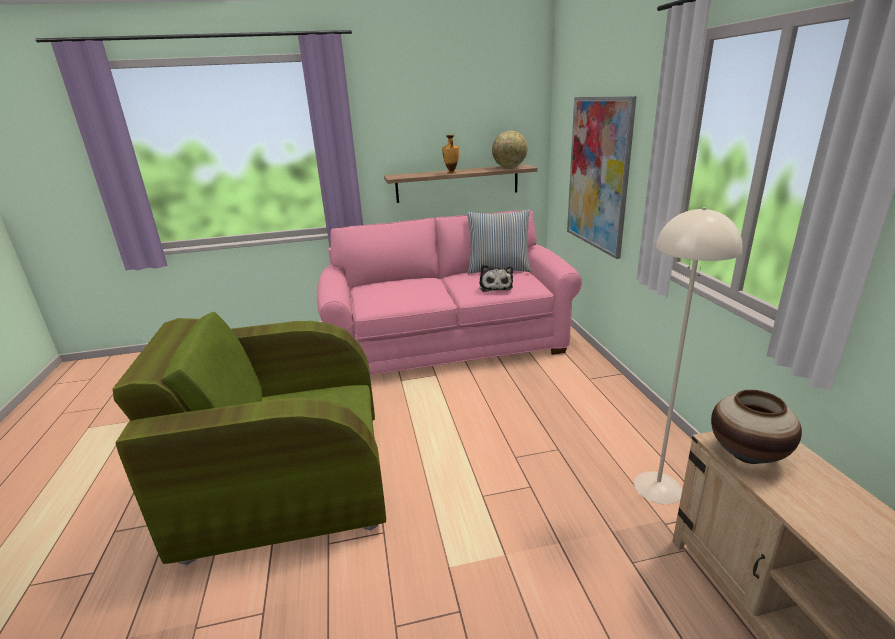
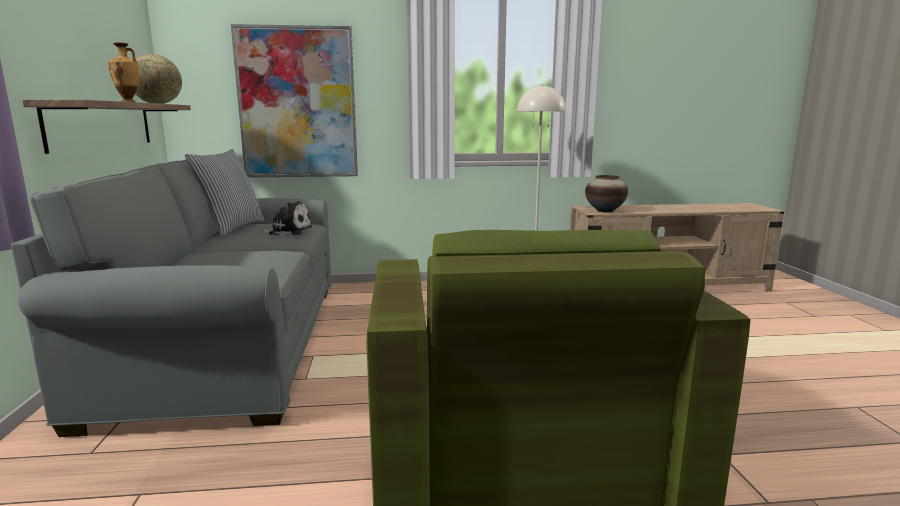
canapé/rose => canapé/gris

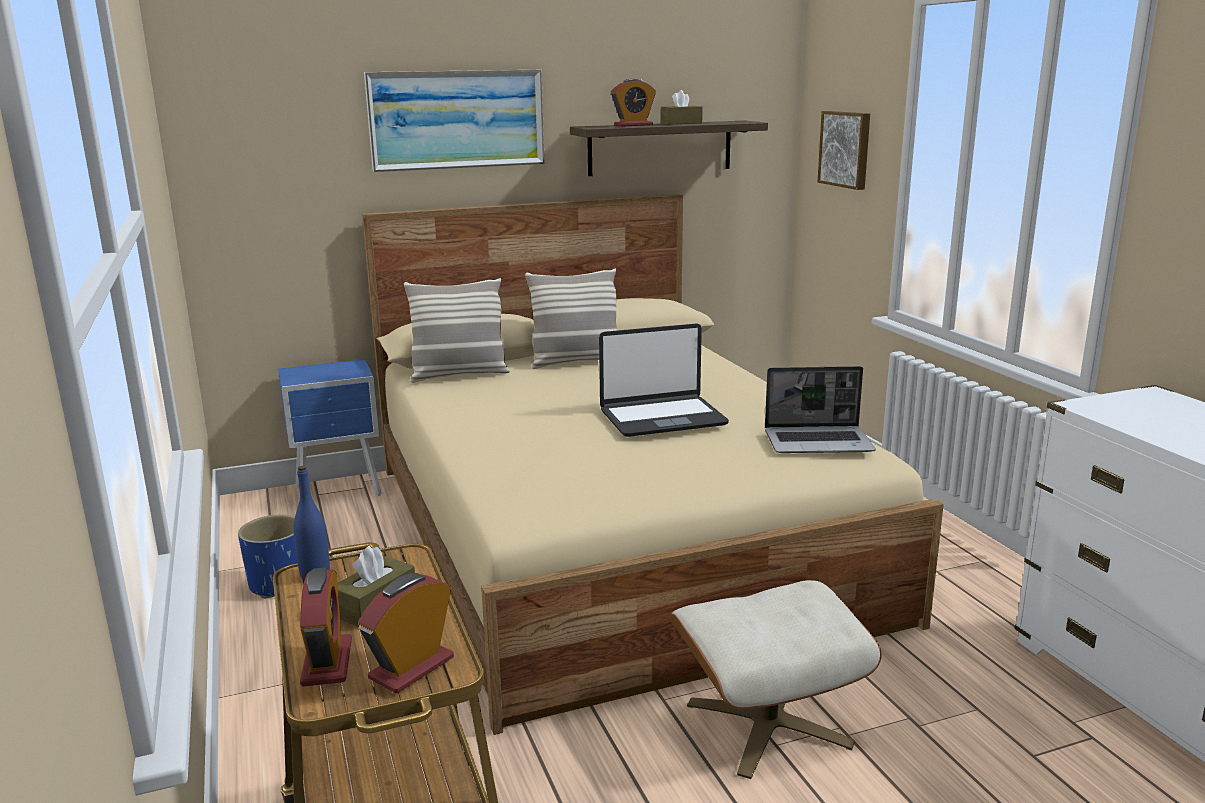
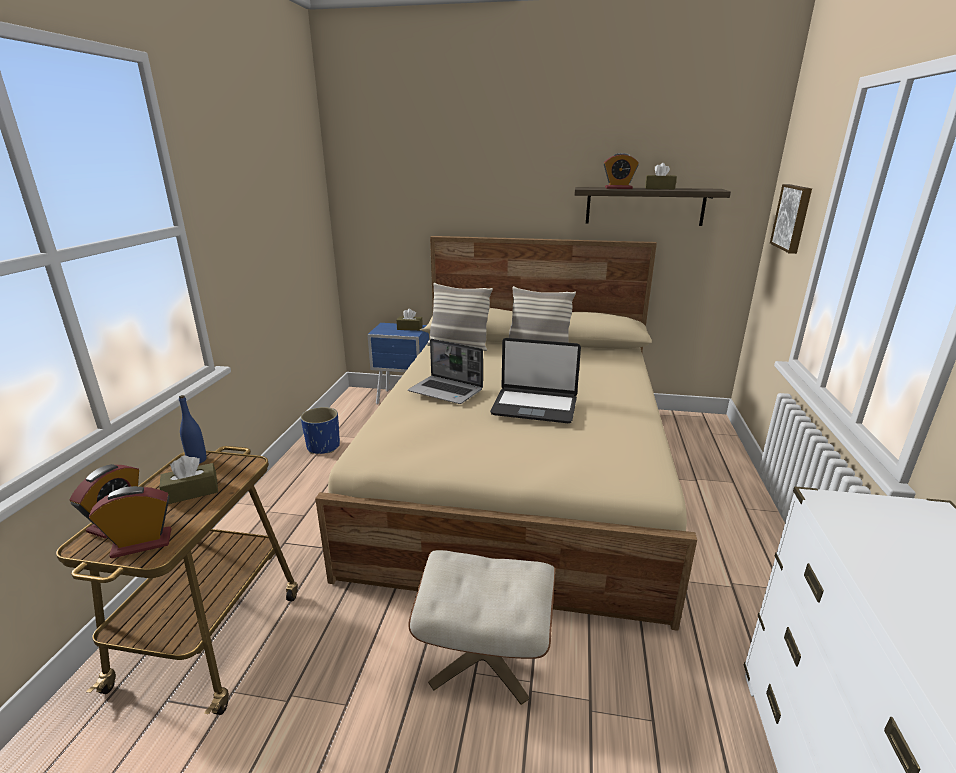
tableau (no. 1 from left) => nothing
ordinateur portable (no. 2 from left in the first image) => ordinateur portable (no. 1 from left), relocated
nothing => boîte à mouchoirs/marron (no. 2 from left)

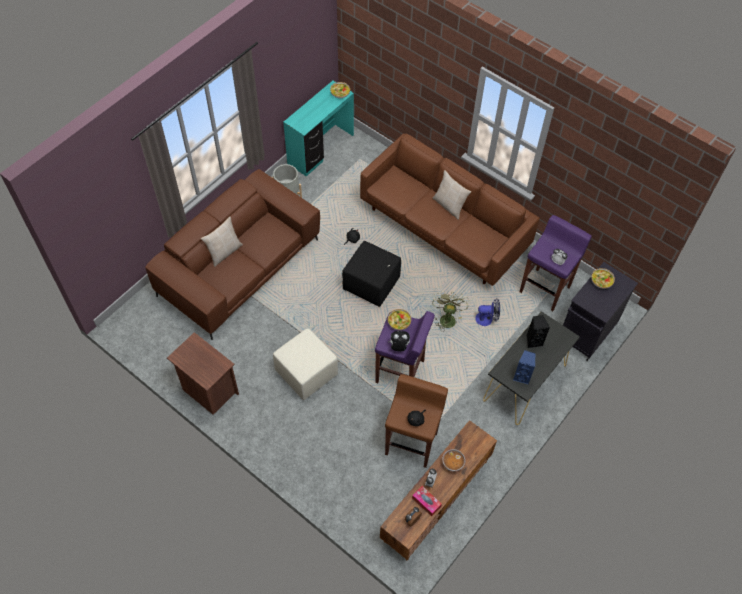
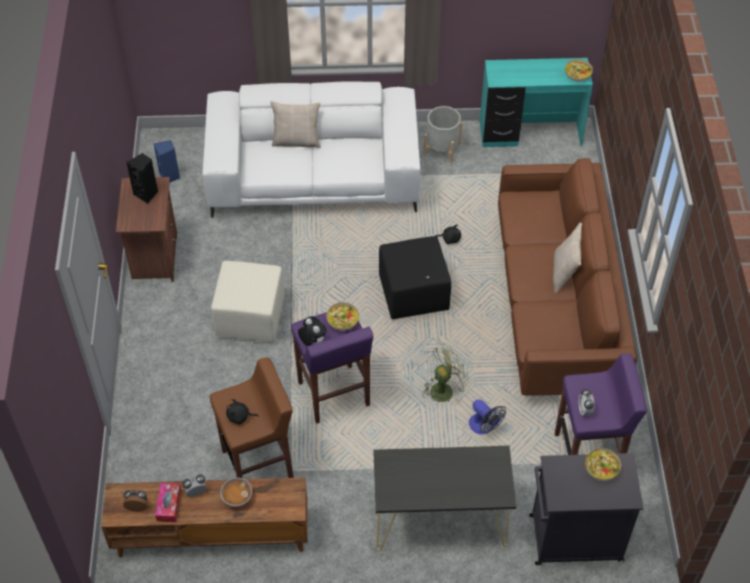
canapé/marron (no. 1 from left) => canapé/blanc
enceinte/noir, relocated
enceinte/bleu, relocated

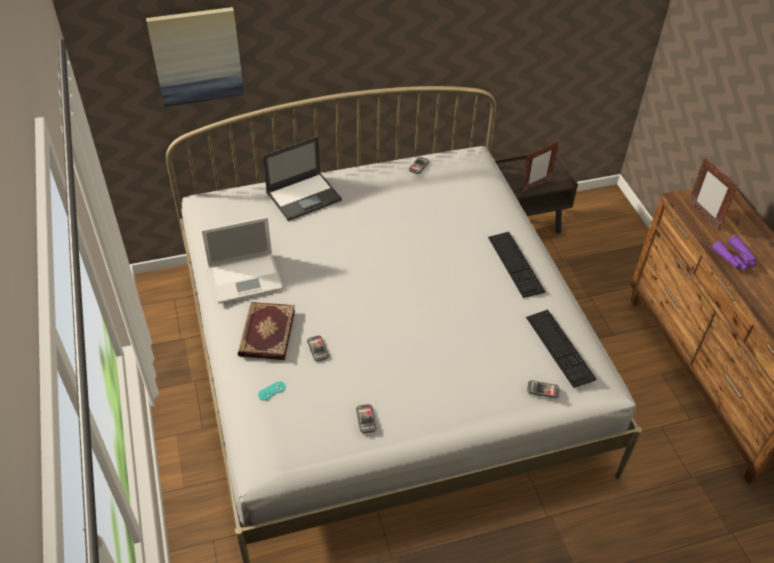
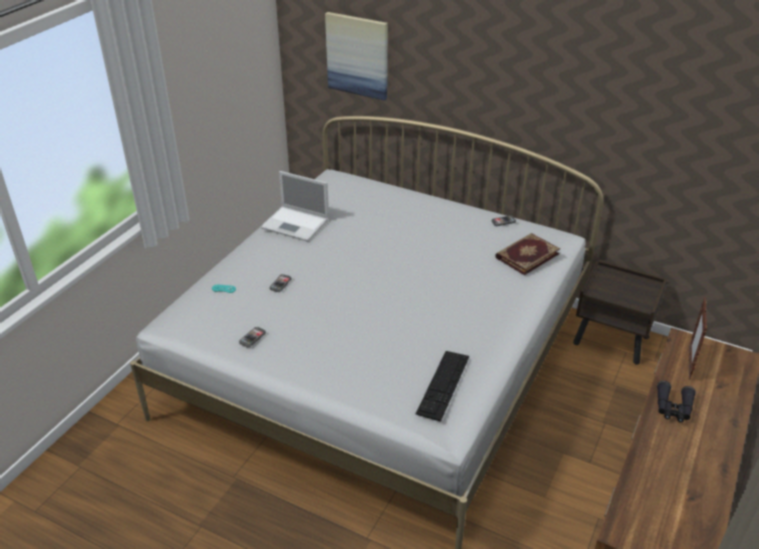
ordinateur portable (no. 2 from left) => nothing
cadre photo (no. 1 from left) => nothing
clavier (no. 1 from left) => nothing
jumelles/violet => jumelles/noir
livre, relocated
téléphone (no. 4 from left) => nothing

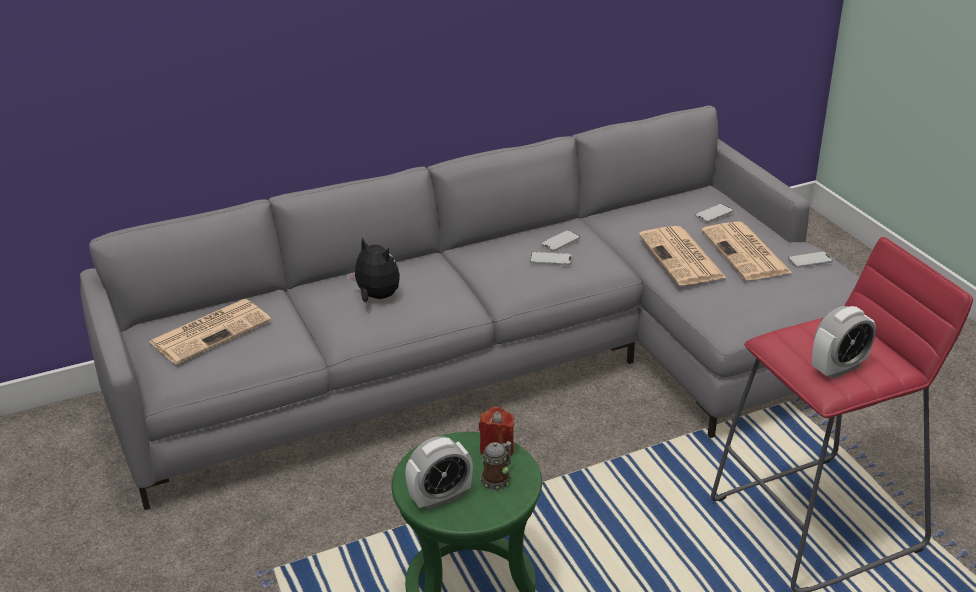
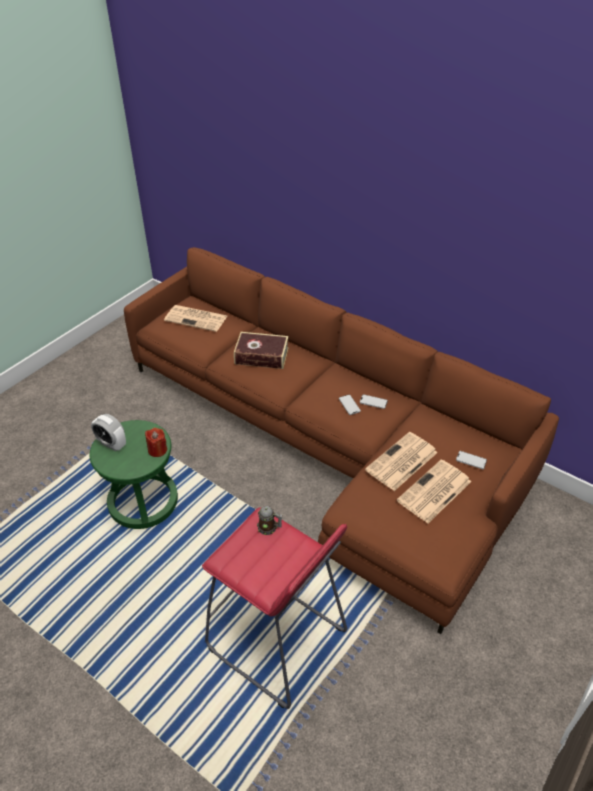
canapé/gris => canapé/marron
peluche => livre
téléphone (no. 4 from left) => nothing
réveil (no. 2 from left) => nothing
mug, relocated

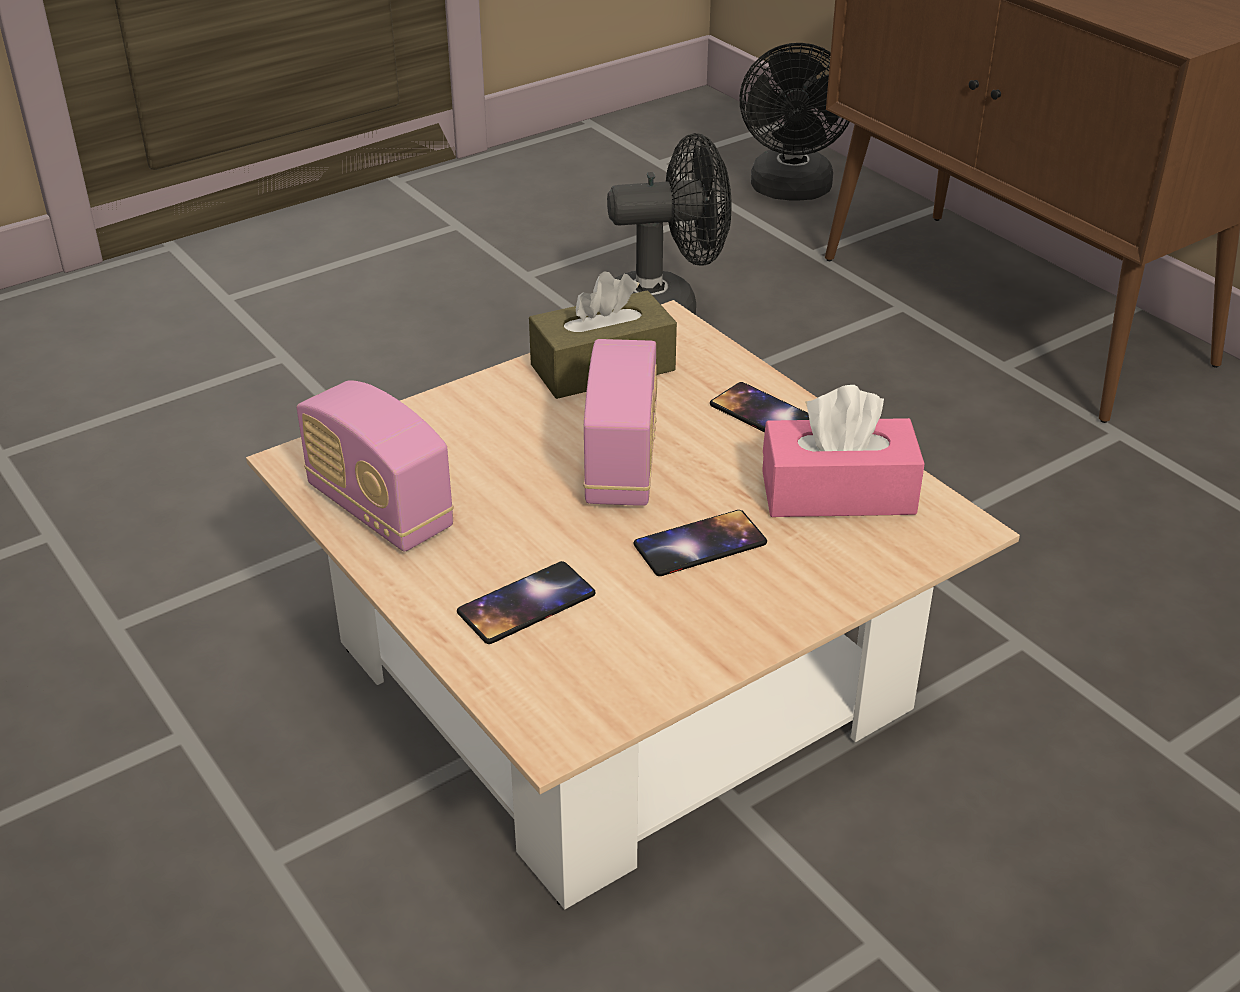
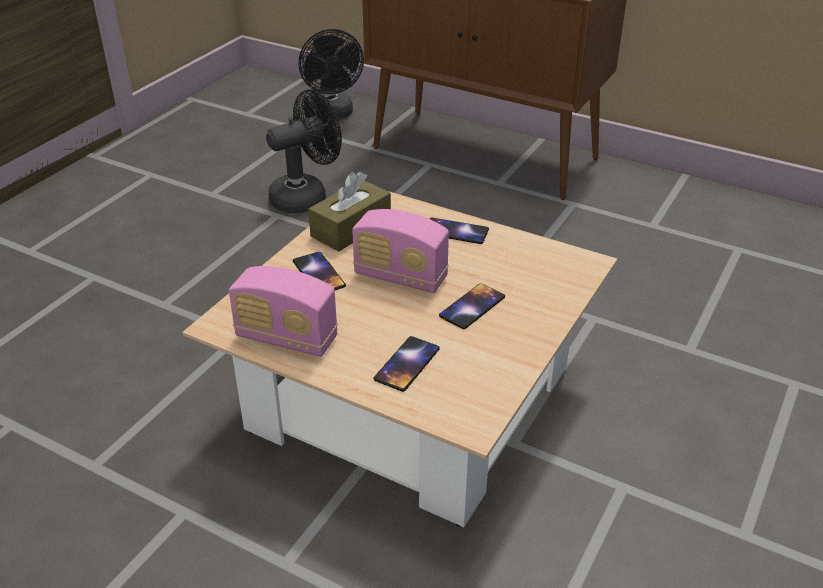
radio (no. 2 from left), 135 degrees clockwise
boîte à mouchoirs/rose => nothing
nothing => téléphone (no. 1 from left)

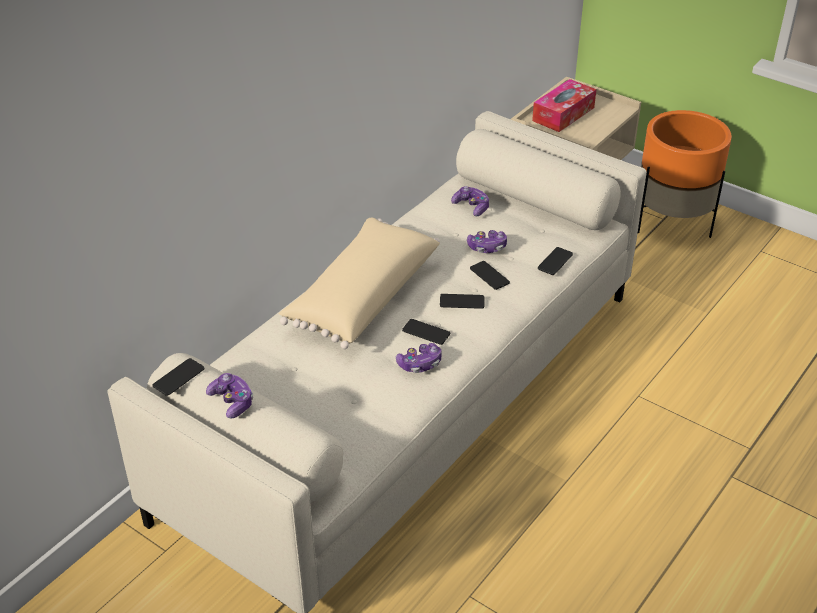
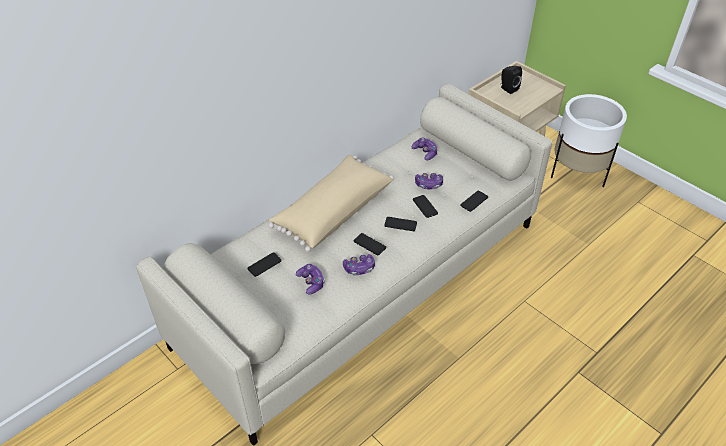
boîte à mouchoirs => enceinte/noir
cache-pot/orange => cache-pot/blanc
téléphone (no. 1 from left), relocated
manette (no. 1 from left), relocated

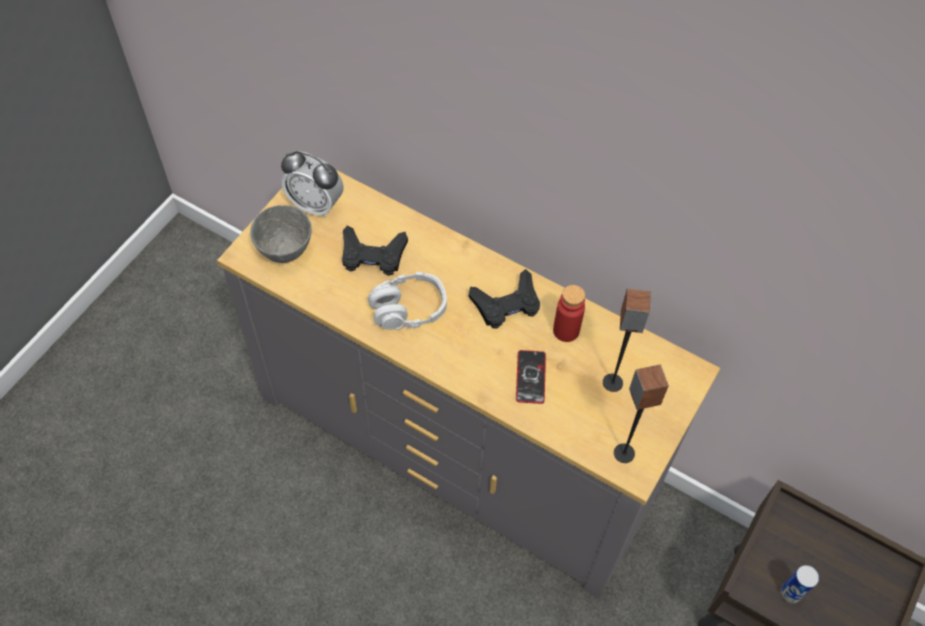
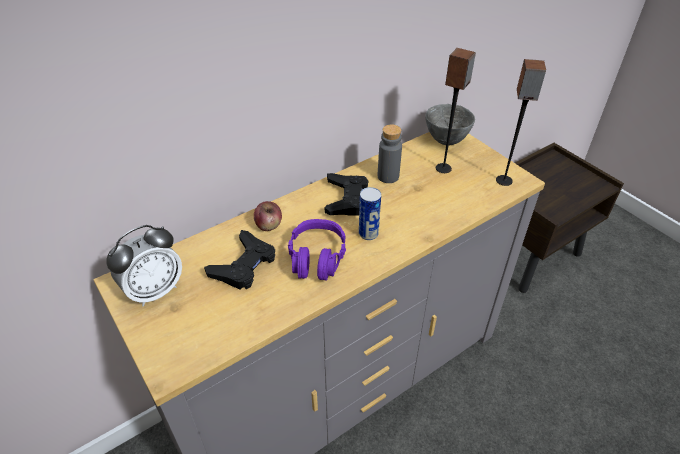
bol/gris, relocated
casque audio/gris => casque audio/violet
bouteille/rouge => bouteille/gris
téléphone => nothing
boîte métallique, relocated
nothing => pomme

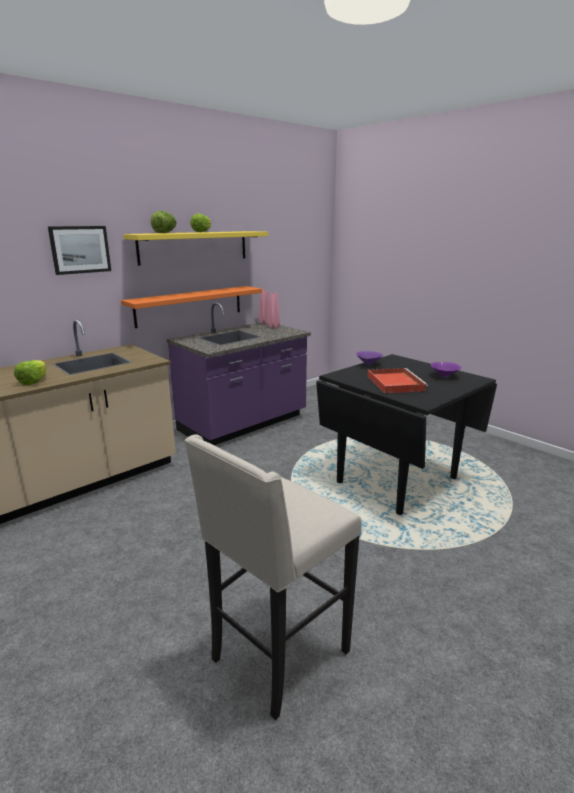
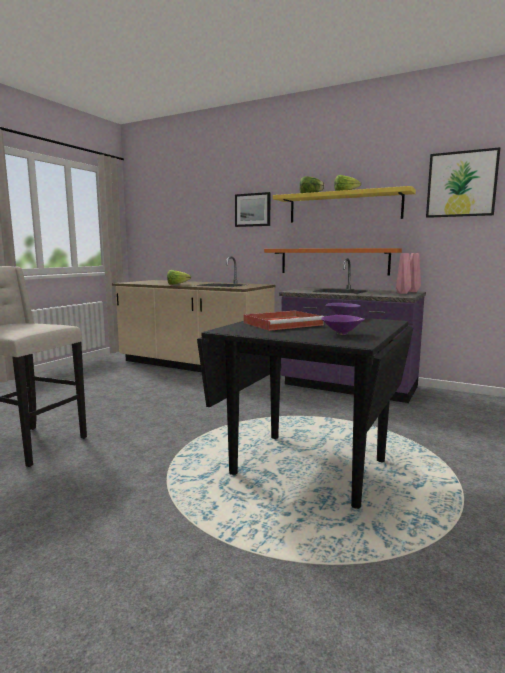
nothing => tableau (no. 2 from left)

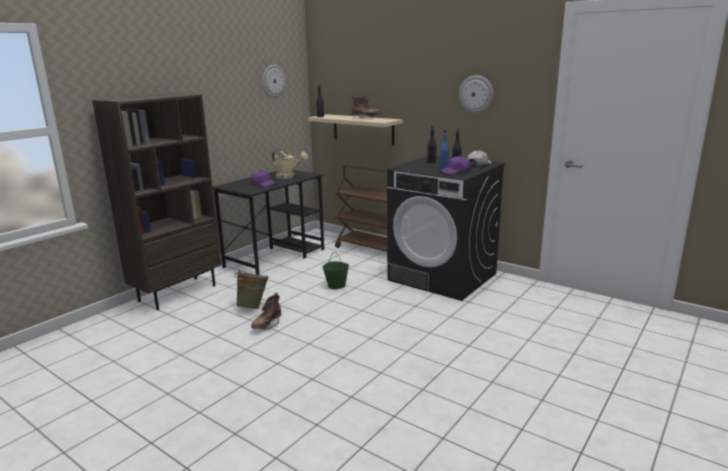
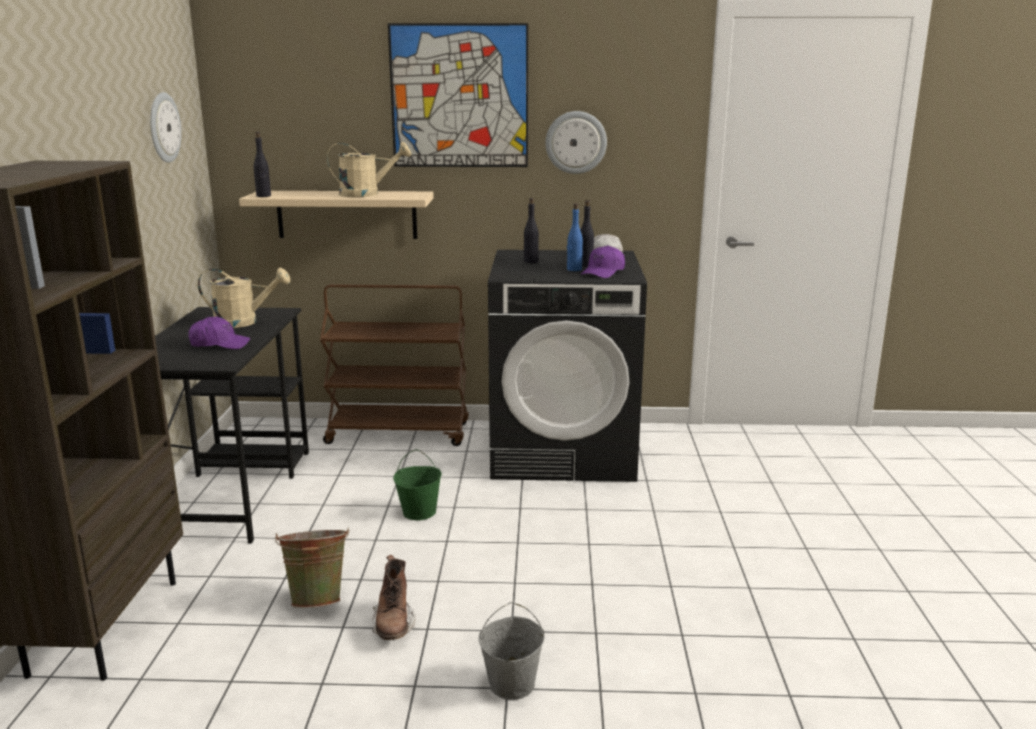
botte/marron (no. 2 from left) => arrosoir/beige (no. 2 from left)
nothing => tableau
nothing => seau/gris

